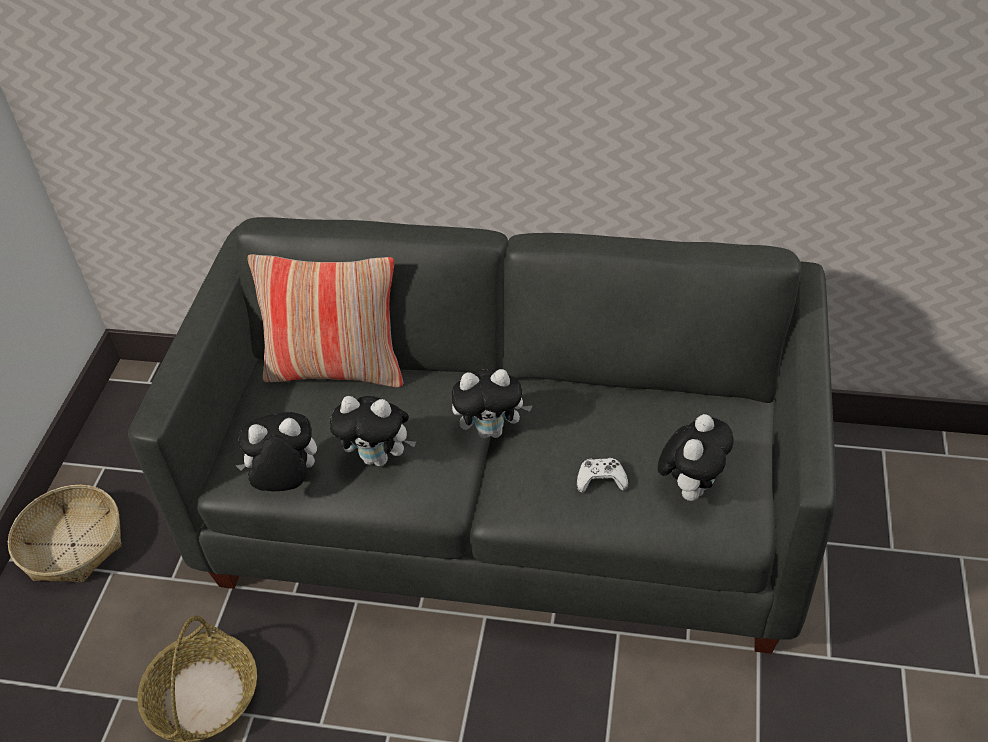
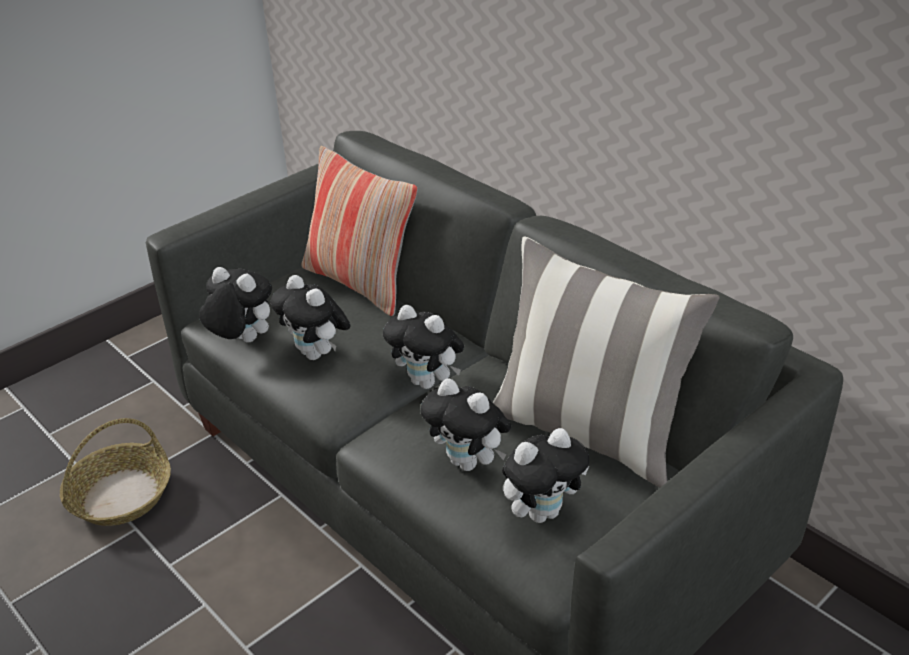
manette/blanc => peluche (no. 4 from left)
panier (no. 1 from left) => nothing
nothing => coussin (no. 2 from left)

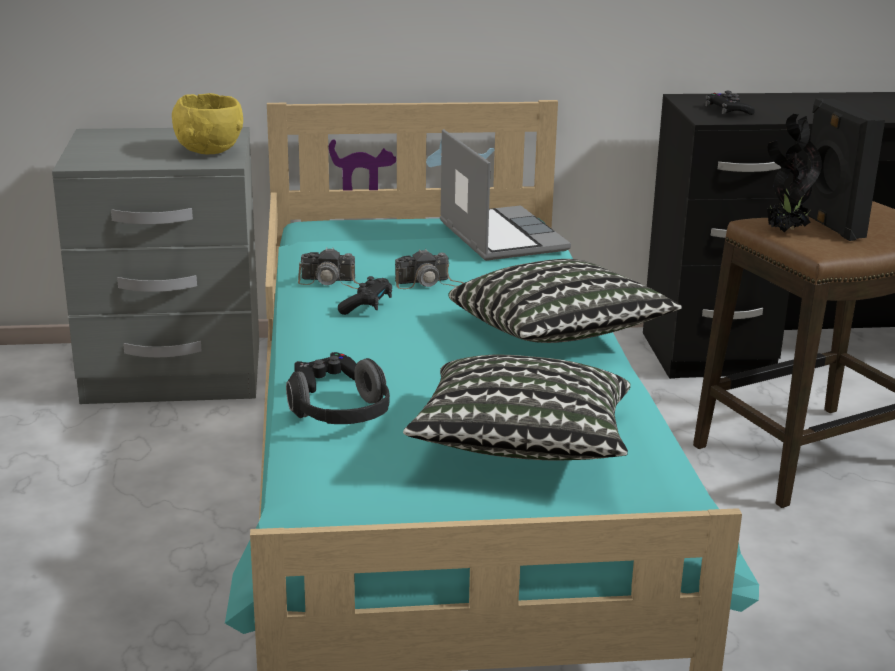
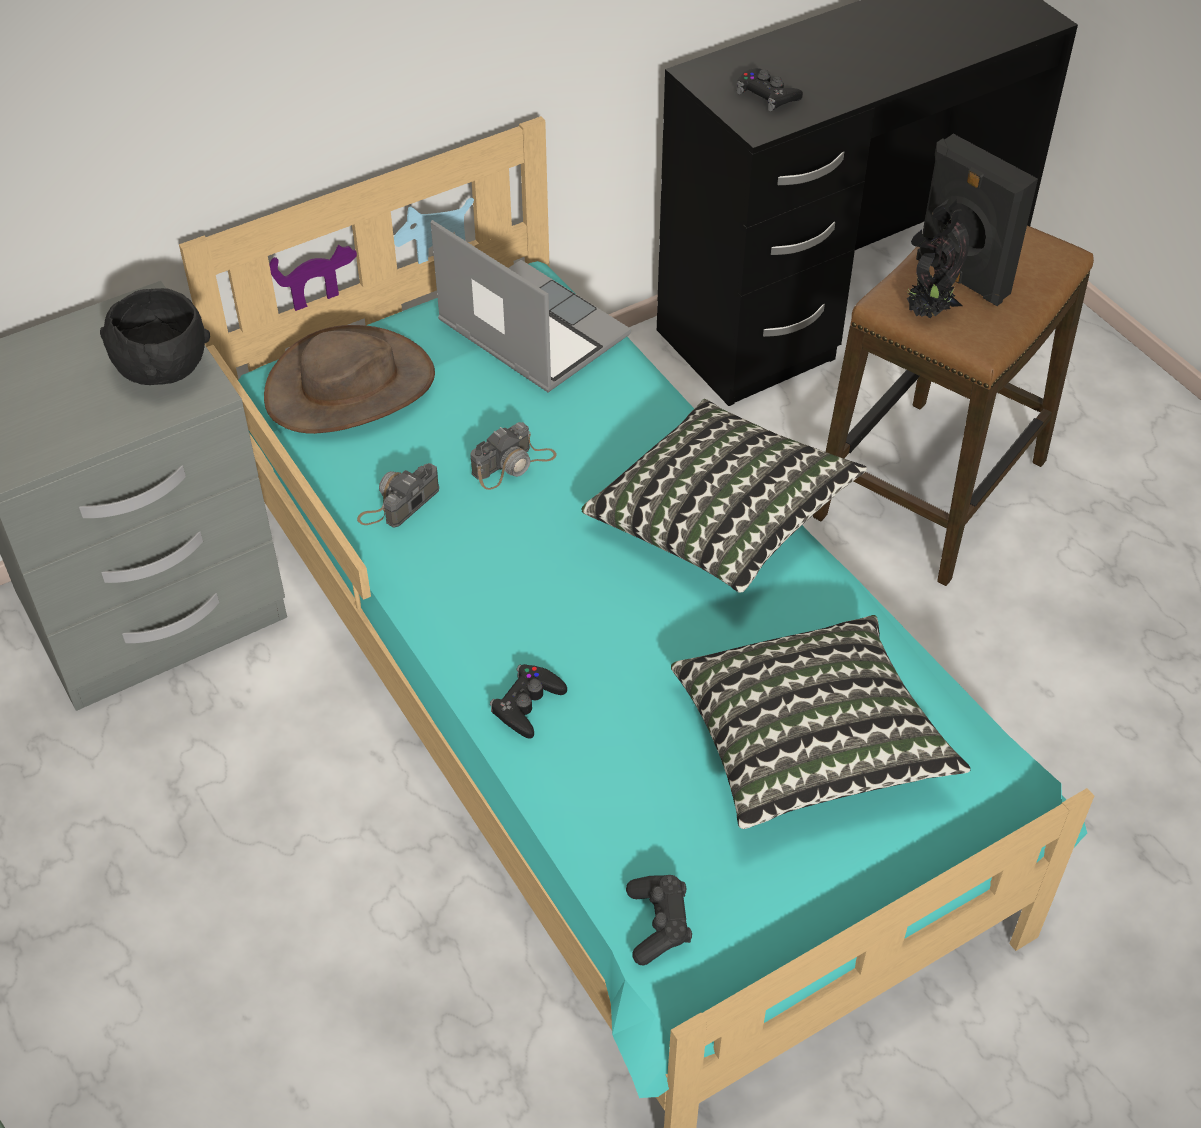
bol/jaune => bol/noir
appareil photo (no. 1 from left), 150 degrees clockwise
manette/noir (no. 2 from left), relocated
casque audio => nothing
nothing => chapeau/marron

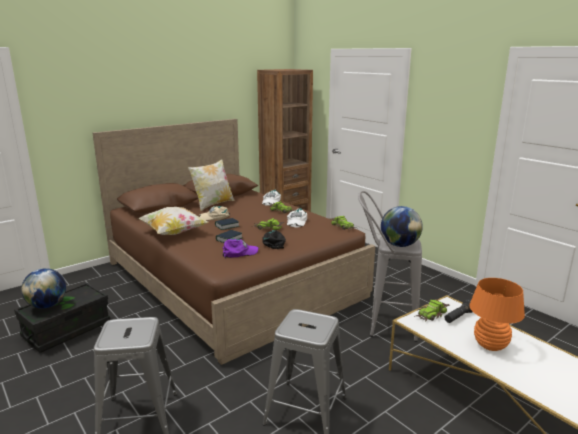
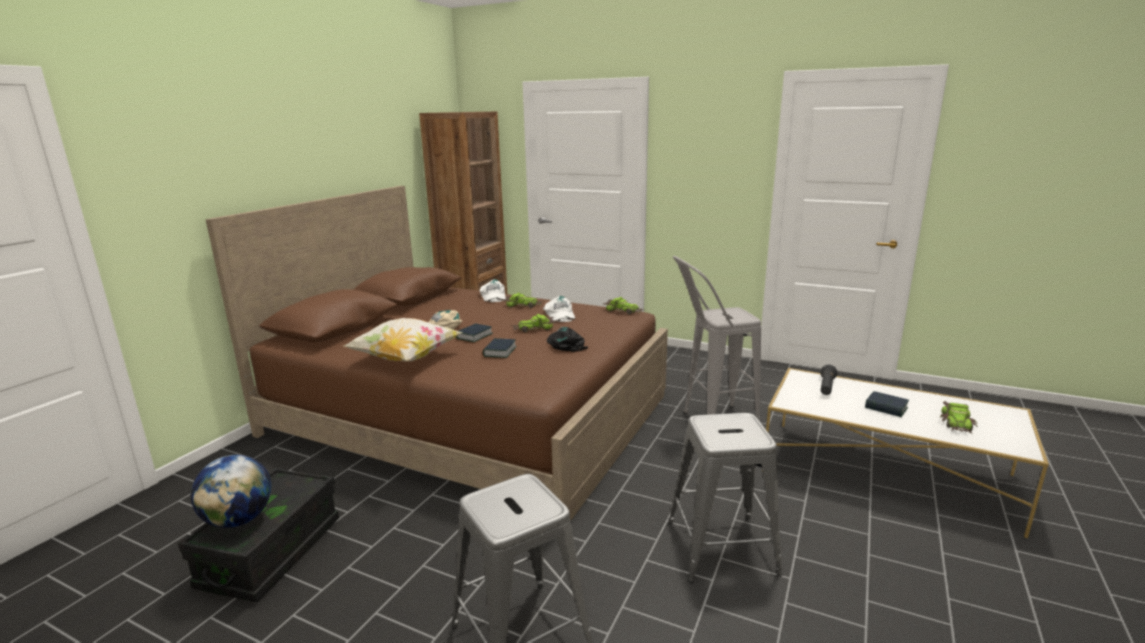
coussin (no. 2 from left) => nothing
globe (no. 2 from left) => nothing
casquette/violet => nothing
lampe de table/orange => livre (no. 3 from left)
petite voiture (no. 4 from left), relocated

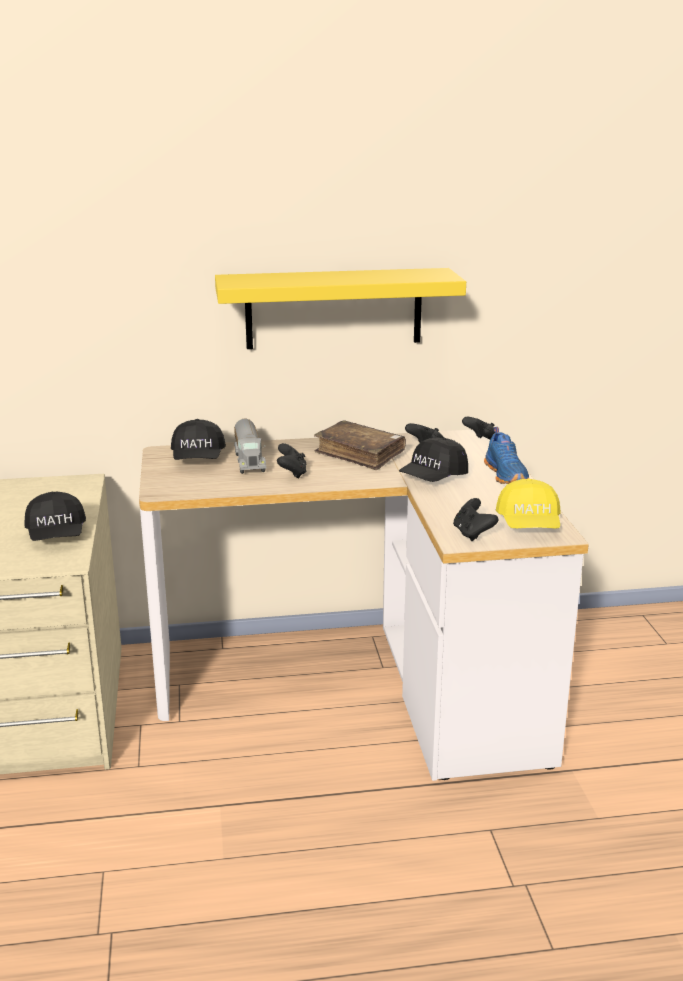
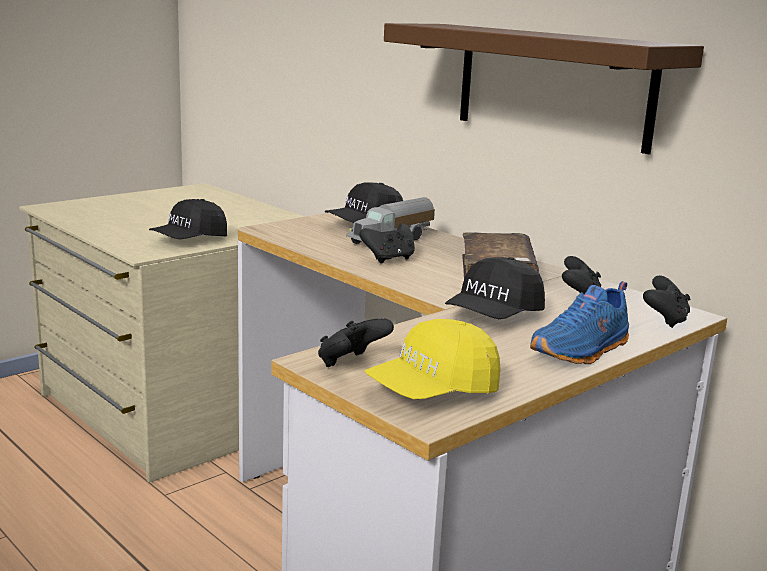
étagère/jaune => étagère/marron
casquette/noir (no. 3 from left), 60 degrees counterclockwise

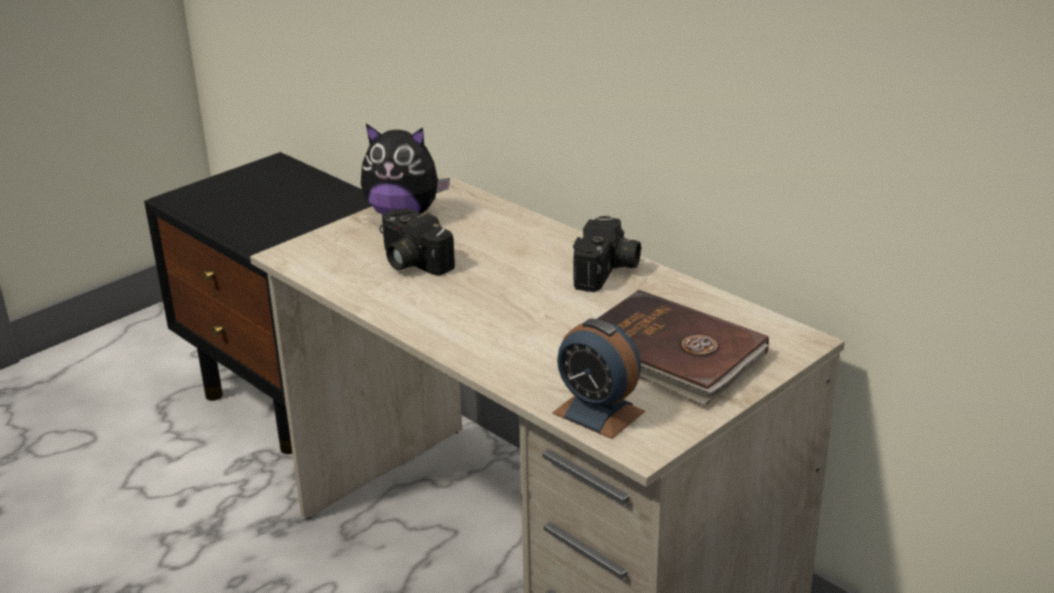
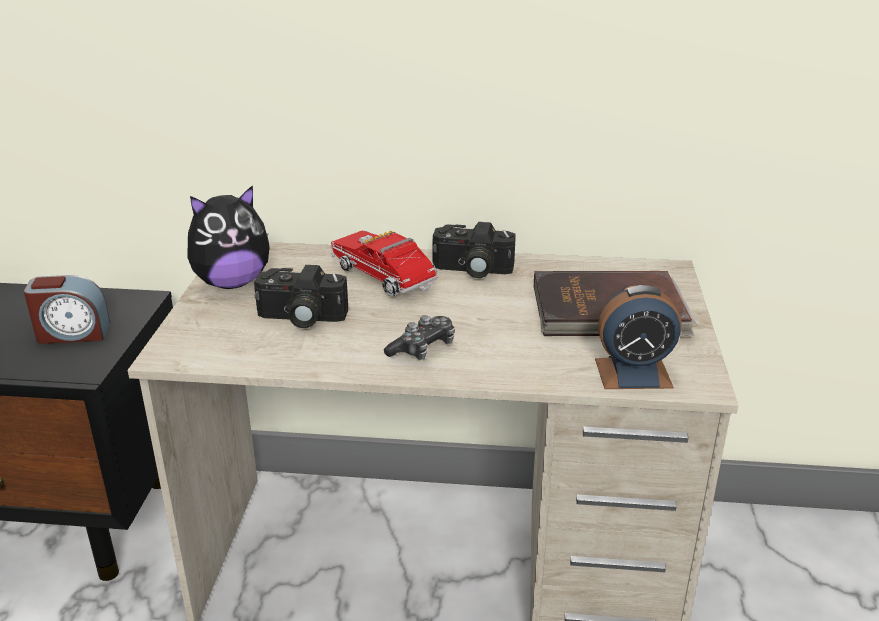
appareil photo (no. 2 from left), 120 degrees clockwise
nothing => camion jouet
nothing => réveil (no. 1 from left)
nothing => manette

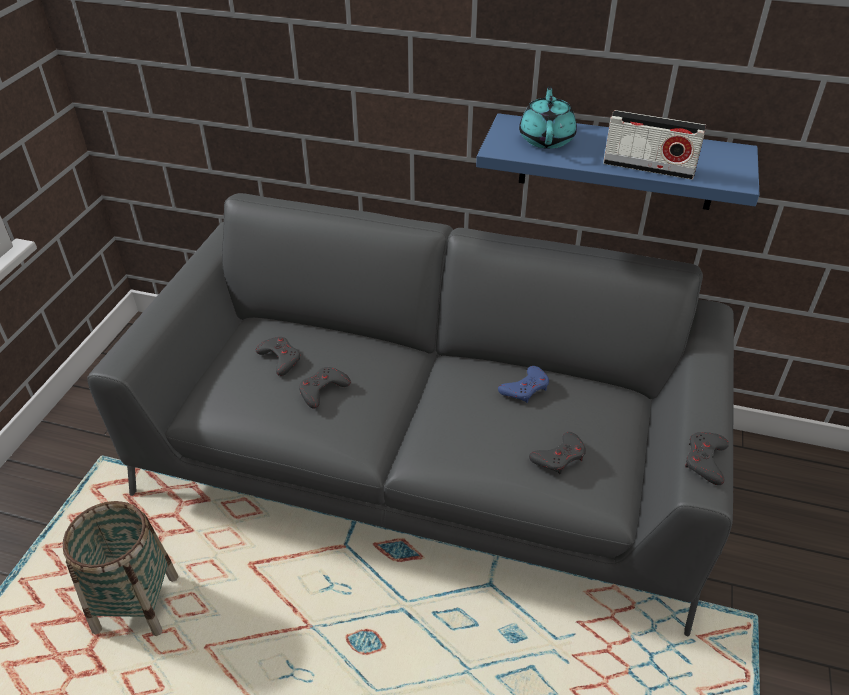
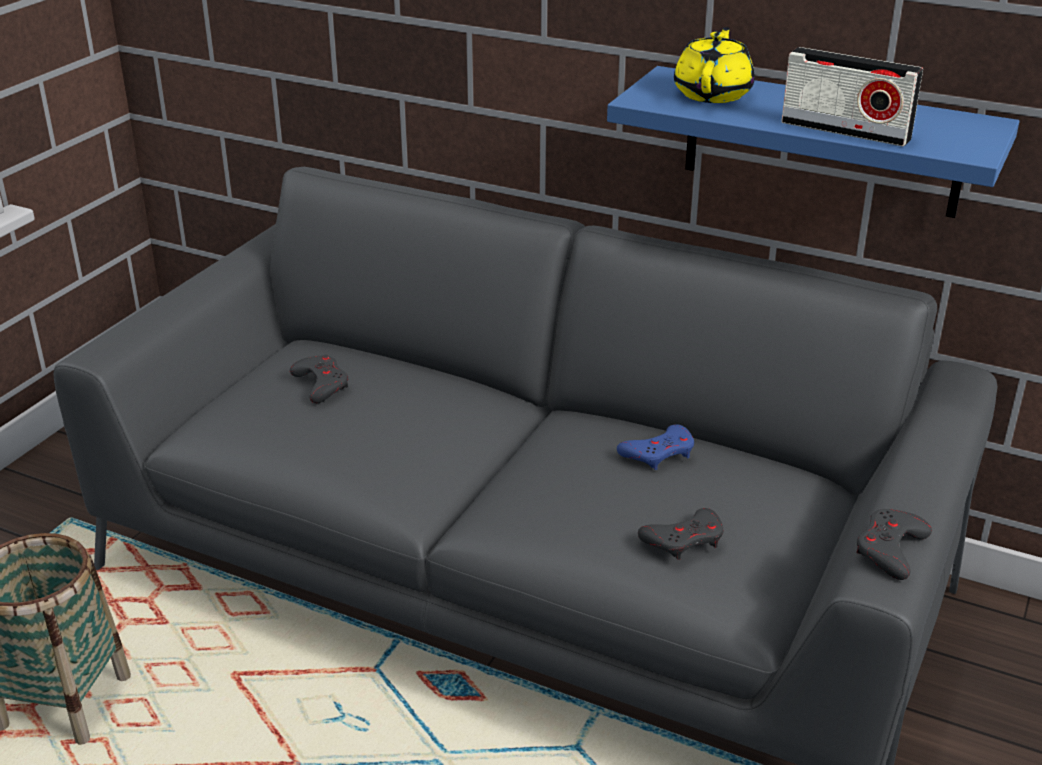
théière/turquoise => théière/jaune
manette/gris (no. 2 from left) => nothing

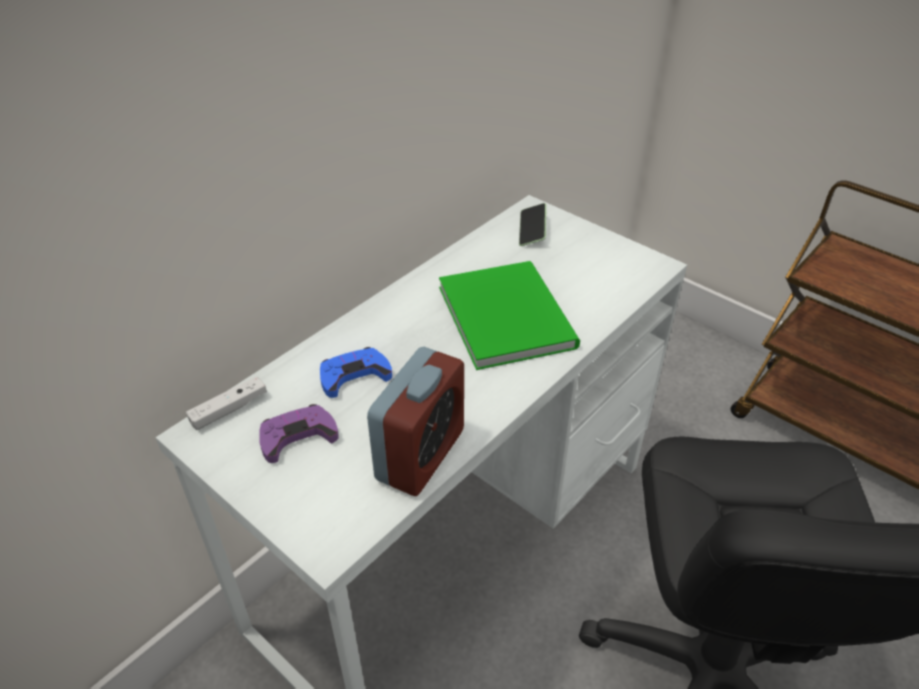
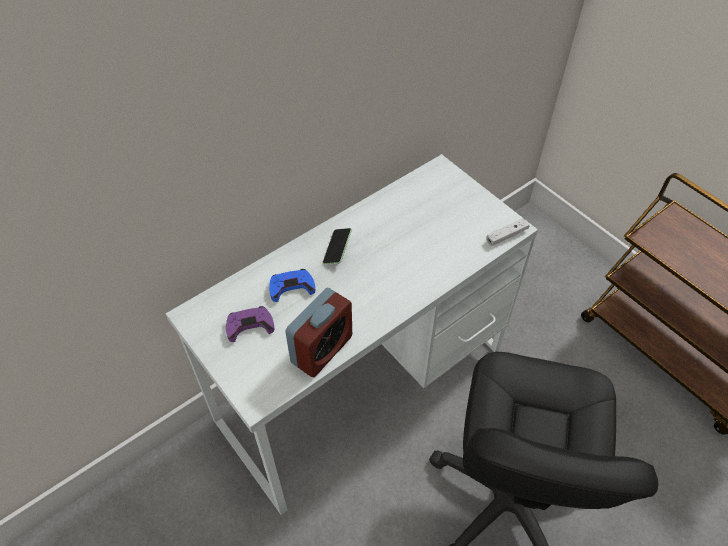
téléphone, relocated
livre/vert => nothing
manette/blanc, relocated

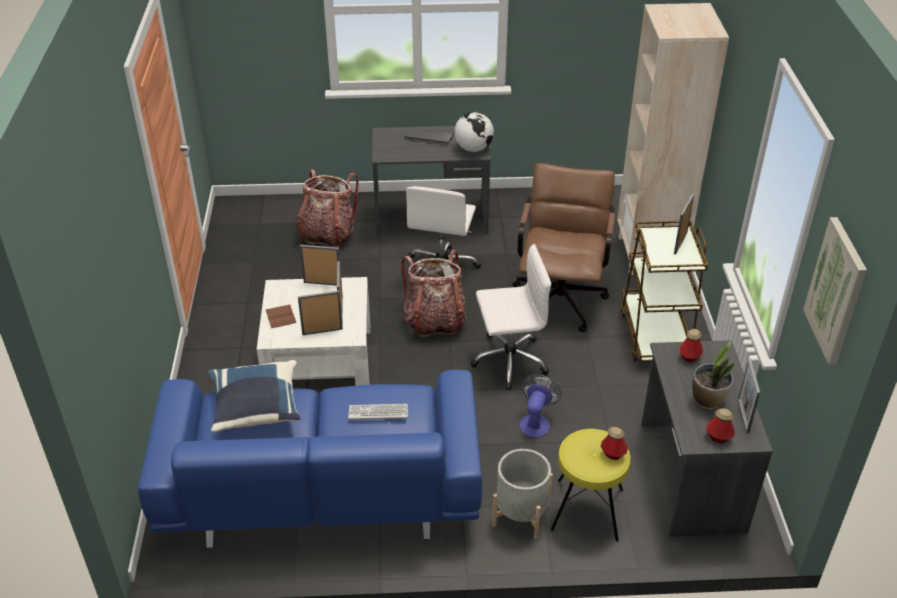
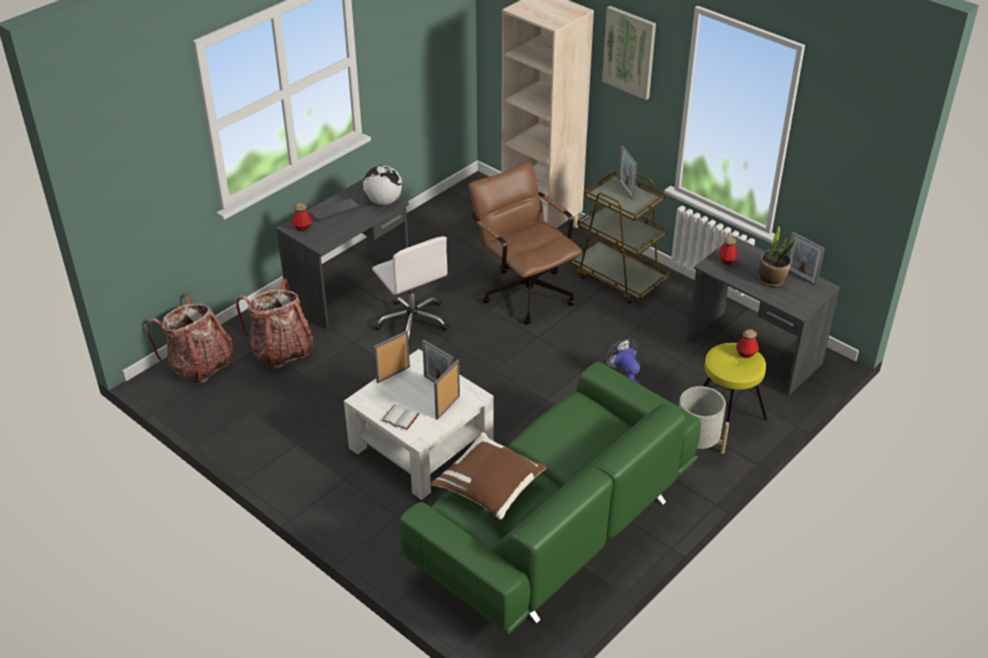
tableau, relocated
chaise de bureau/blanc (no. 2 from left) => nothing
sac à dos (no. 2 from left in the first image) => sac à dos (no. 1 from left), relocated
livre/marron => livre/blanc
coussin/bleu => coussin/marron
canapé/bleu => canapé/vert
clavier (no. 1 from left) => nothing
bouteille (no. 3 from left in the first image) => bouteille (no. 1 from left), relocated

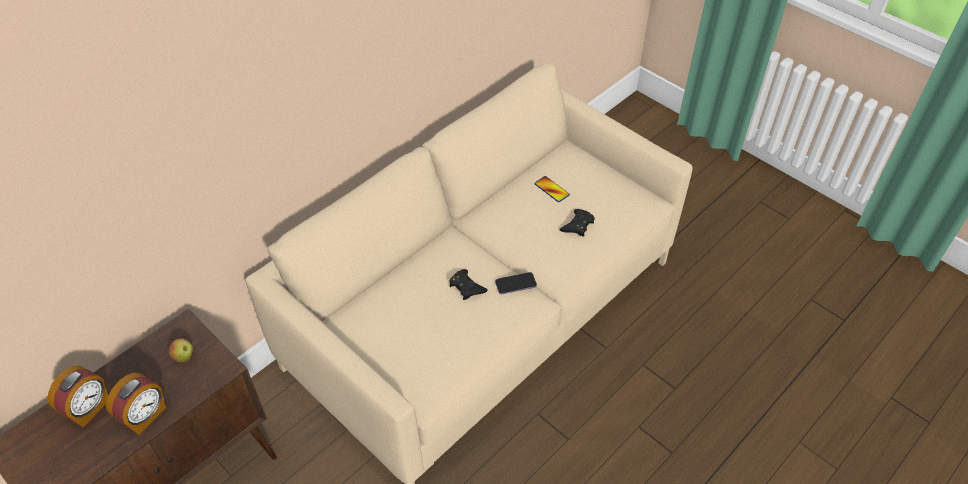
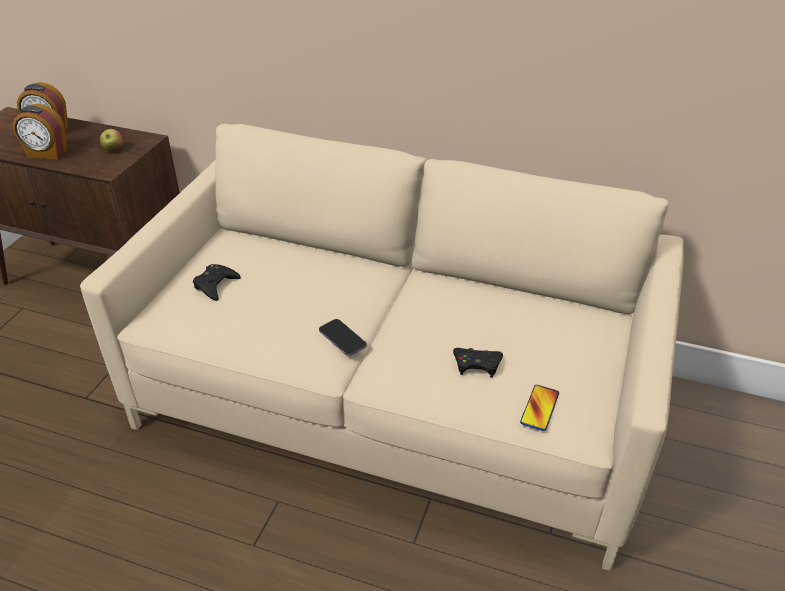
téléphone (no. 2 from left), relocated
manette/noir (no. 1 from left), relocated

